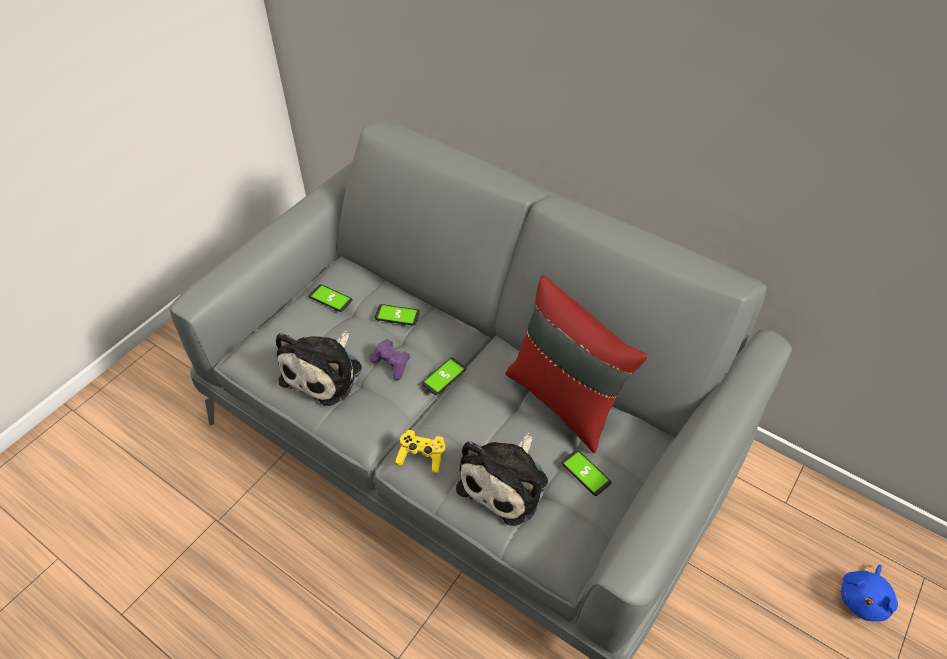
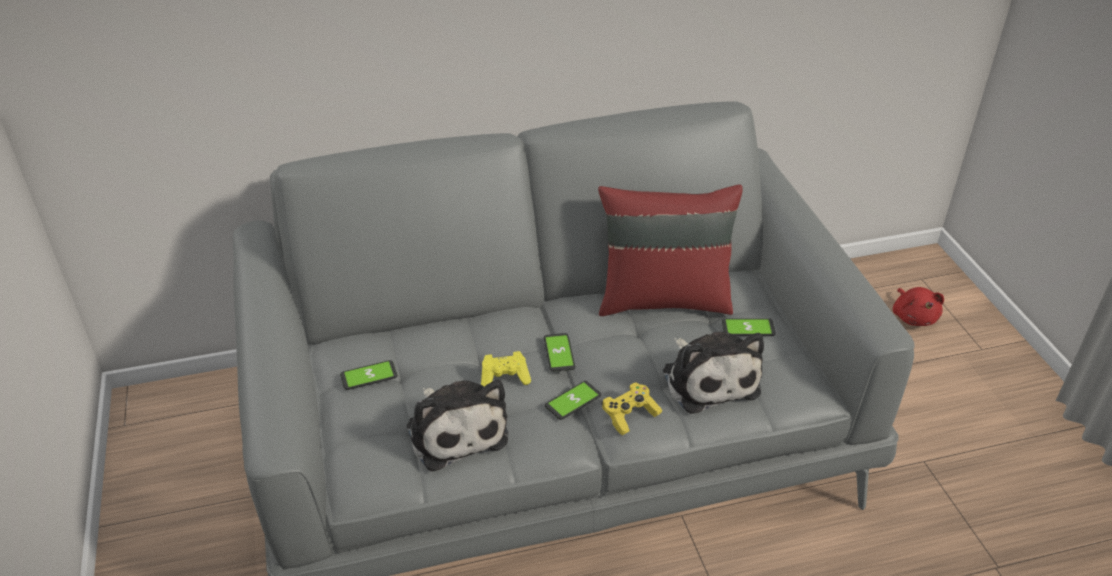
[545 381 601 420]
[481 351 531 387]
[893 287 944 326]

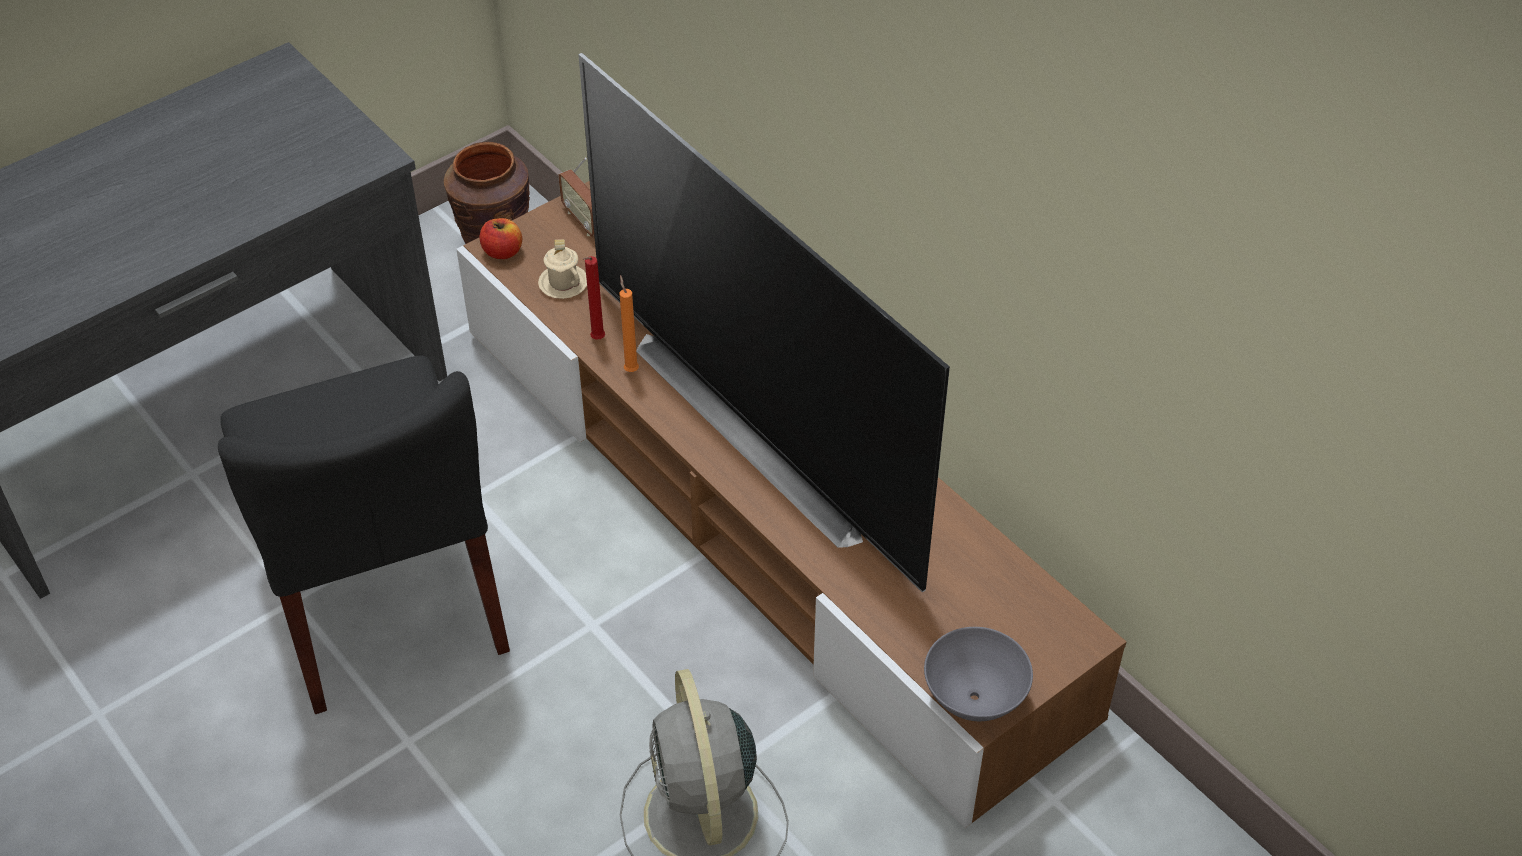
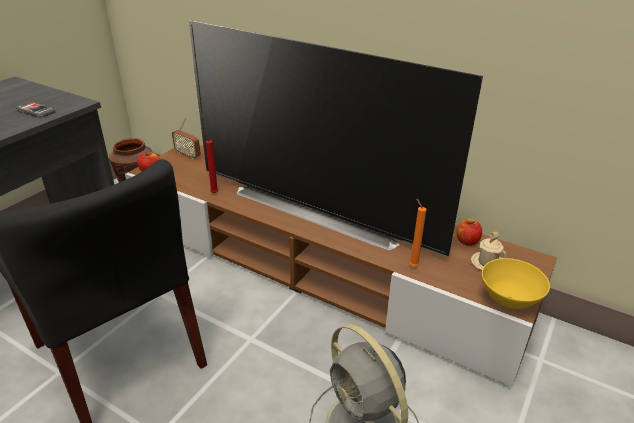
[471 231 507 270]
[410 198 426 267]
[482 258 550 309]
[16 102 56 118]
[456 219 482 246]

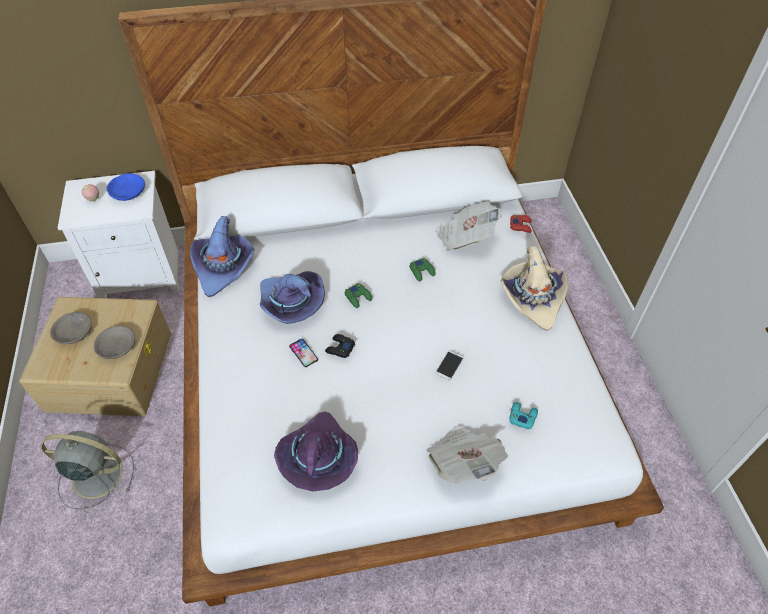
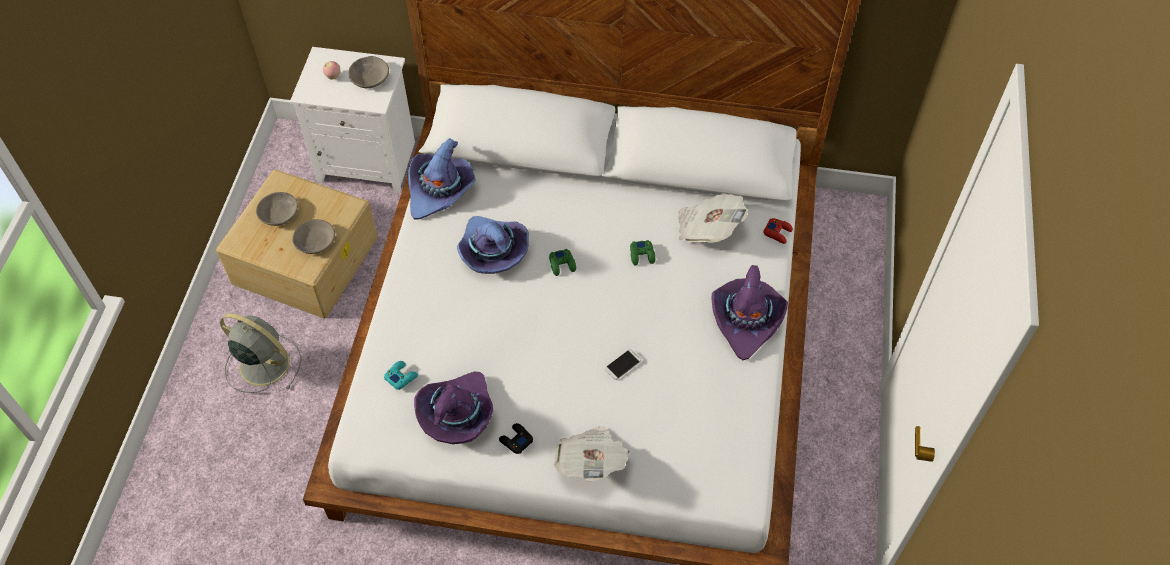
[348 56 389 88]
[711 265 788 360]
[499 423 533 454]
[289 339 318 367] (first image)
[384 361 418 390]

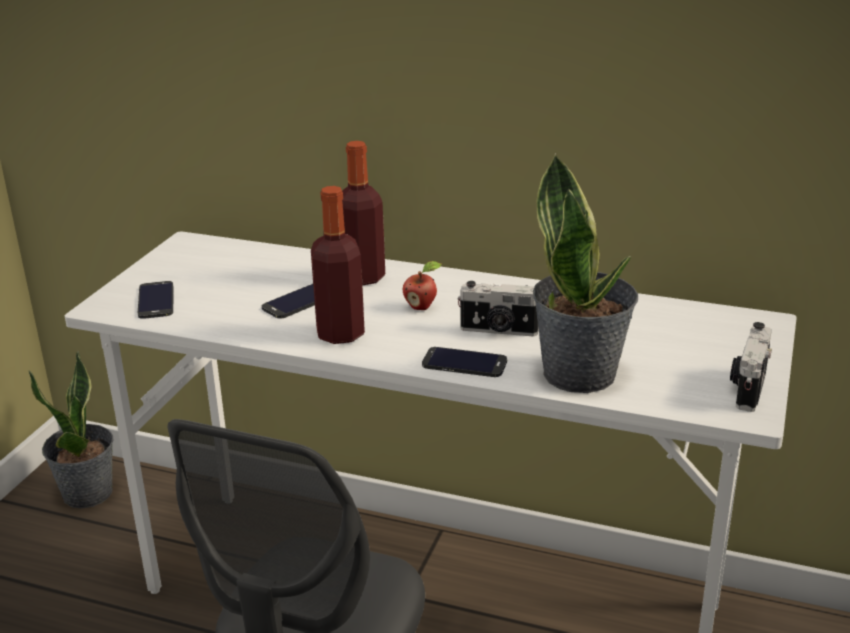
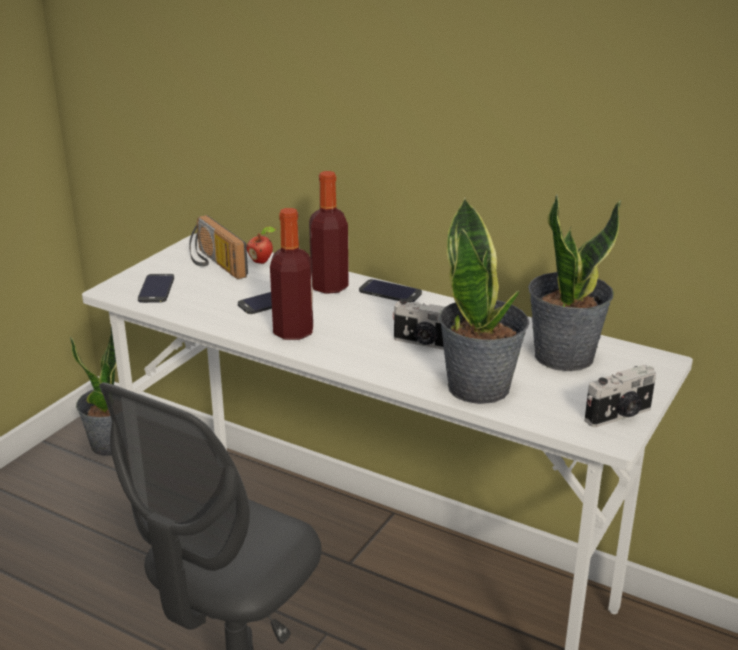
[247 226 276 264]
[585 364 656 427]
[359 279 422 302]
[528 195 621 371]
[189 215 248 279]

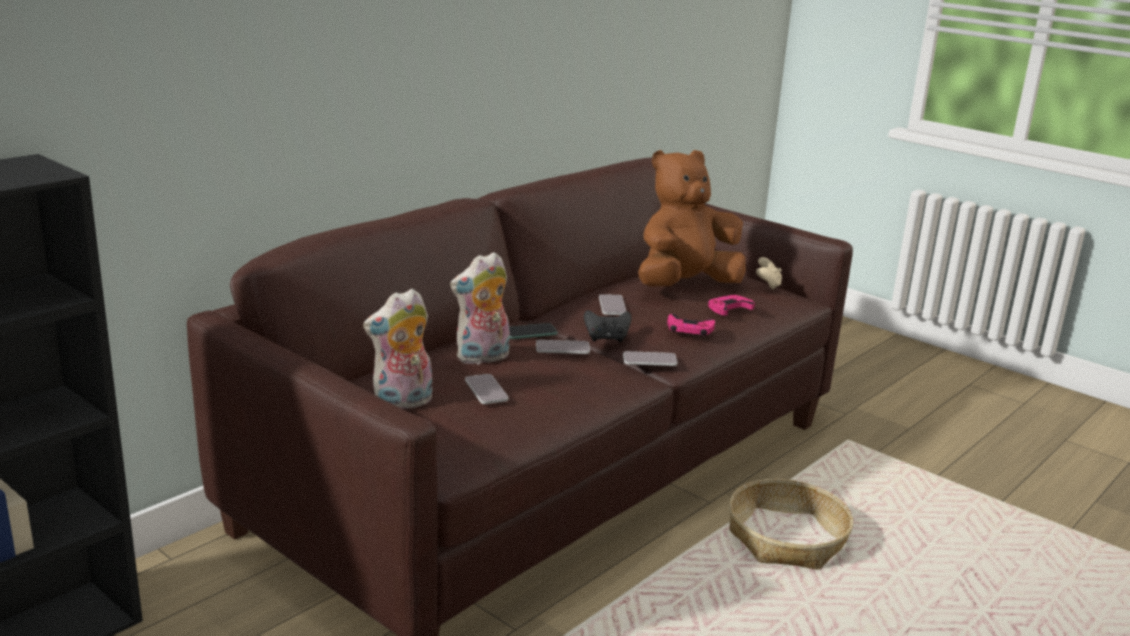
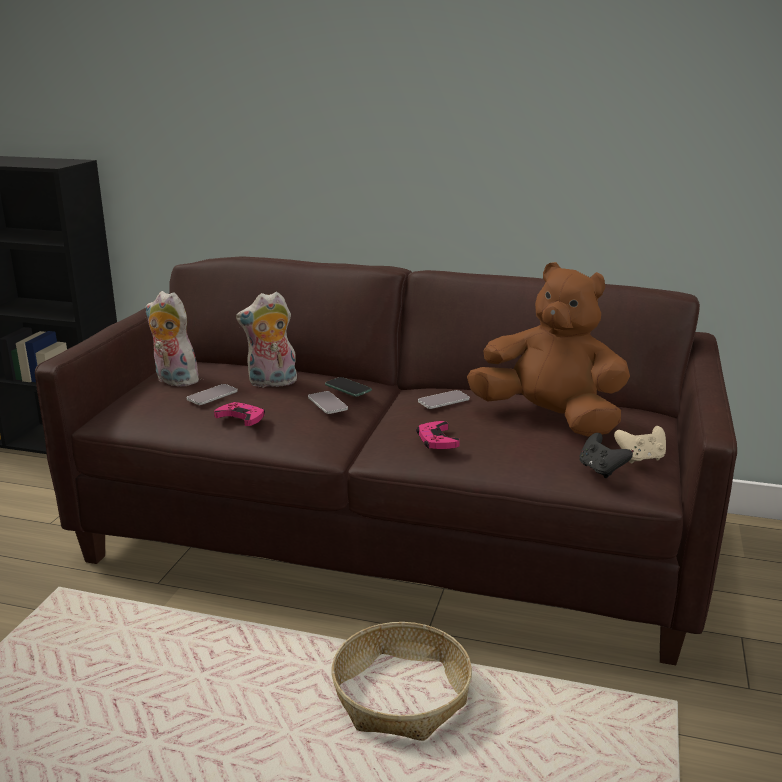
[236 292 297 388]
[214 402 265 426]
[579 433 633 478]
[623 351 678 366] (first image)

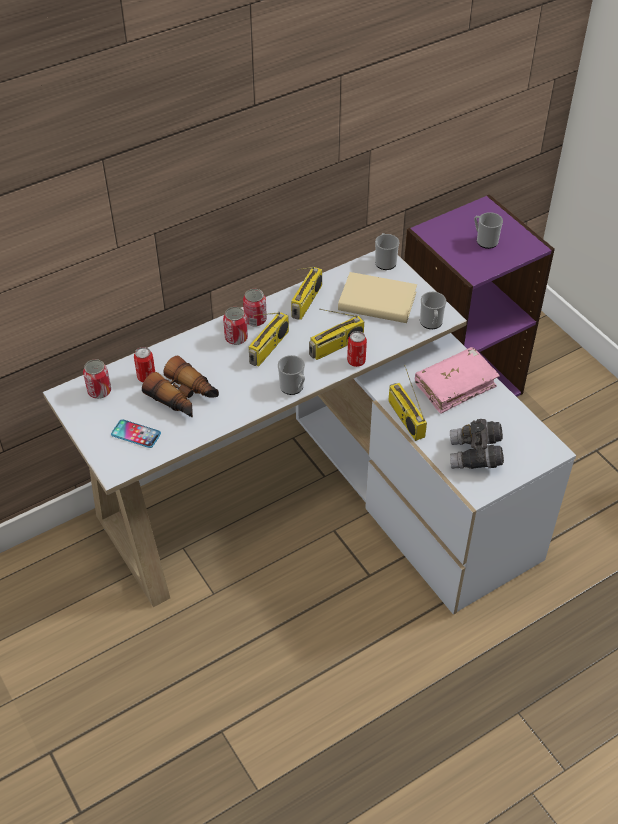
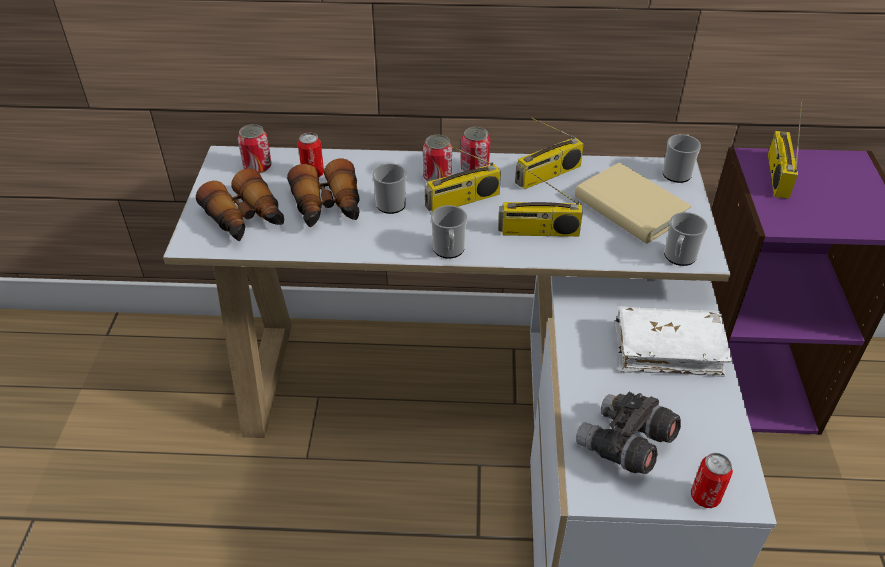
[372 163 407 214]
[691 453 733 508]
[615 306 732 377]
[768 99 803 199]
[196 168 284 241]

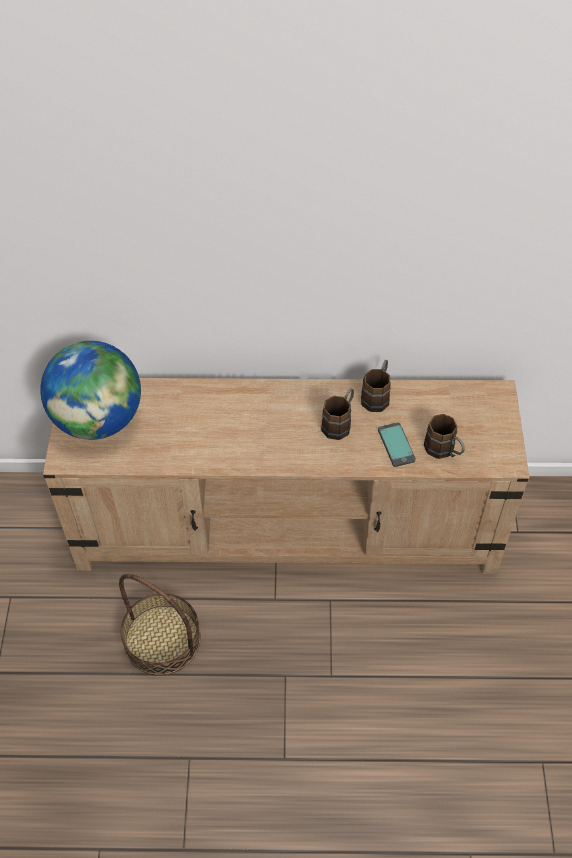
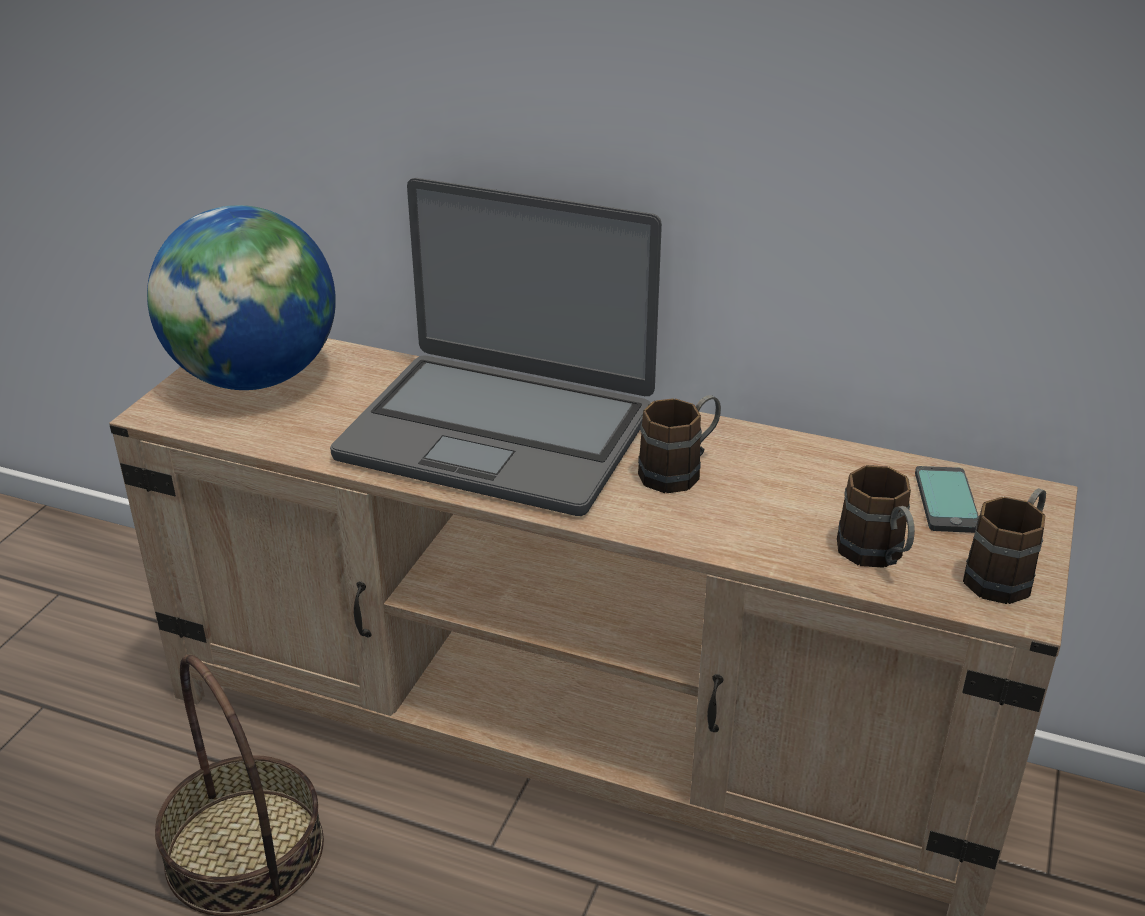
[963 488 1046 604]
[915 466 978 533]
[330 178 662 516]

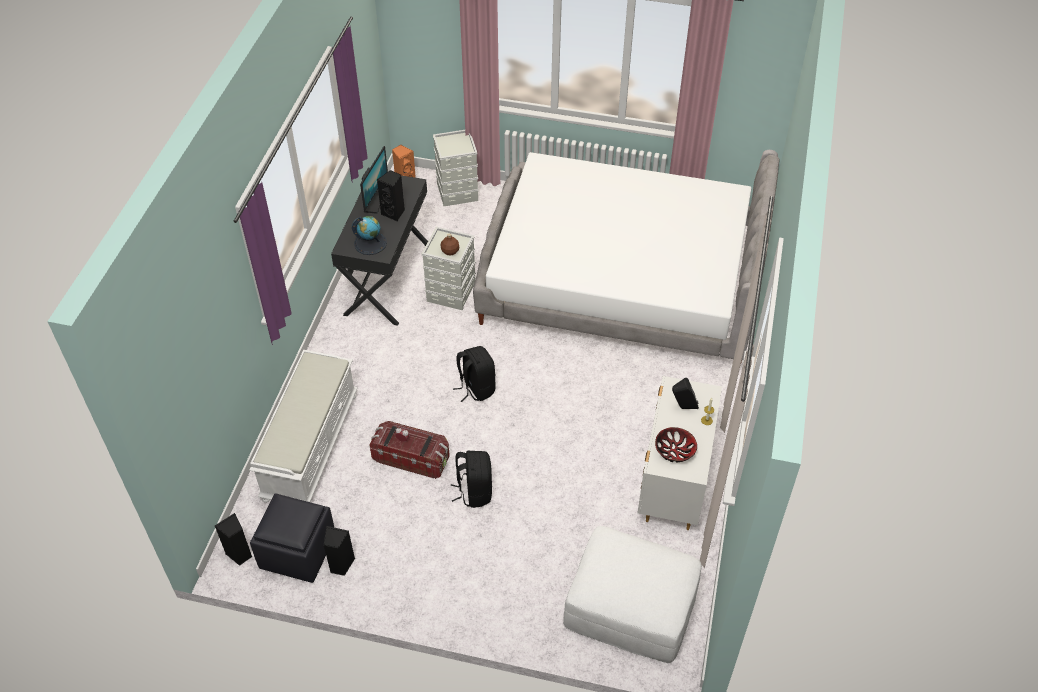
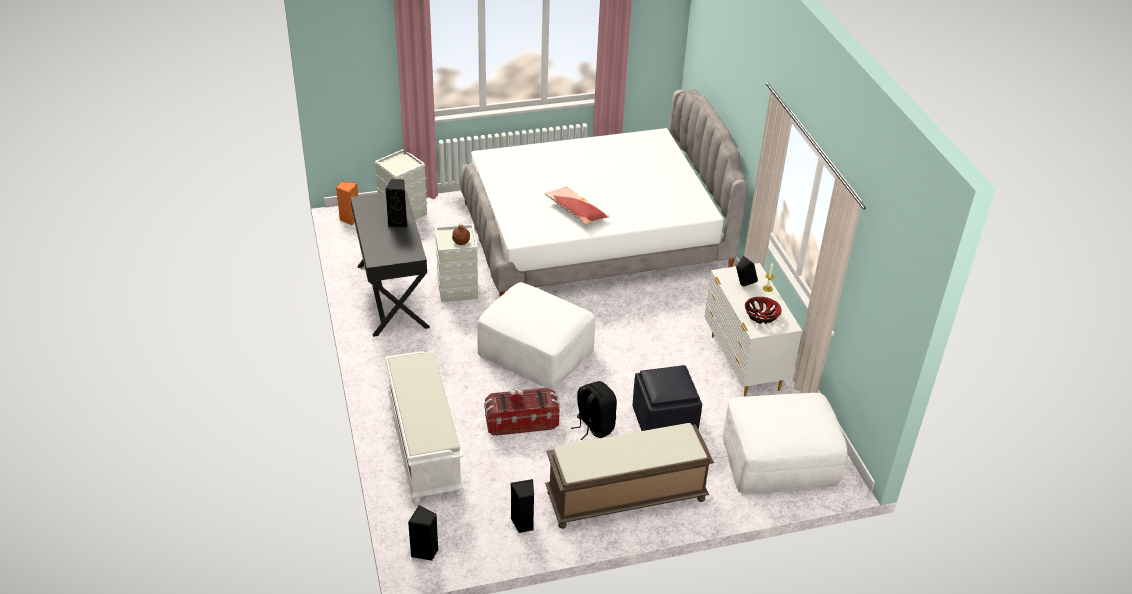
[360 146 388 214] (first image)
[352 216 387 255] (first image)
[477 282 595 389]
[633 365 702 431]
[544 187 610 224]
[545 423 714 529]

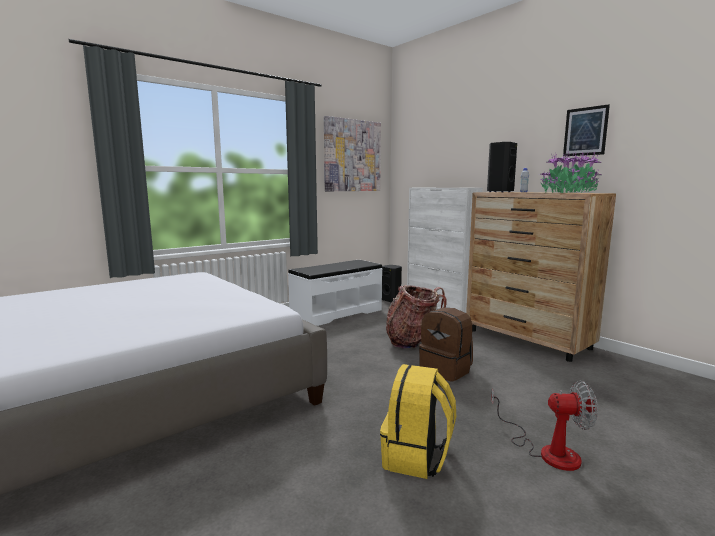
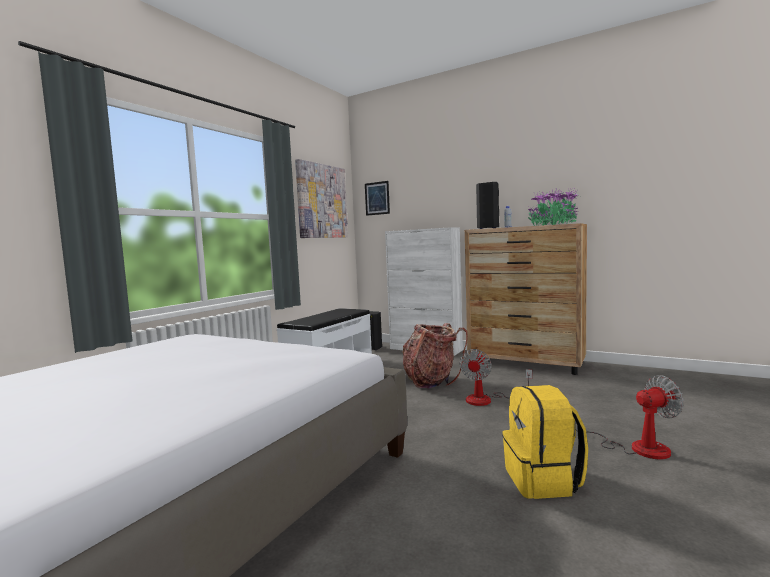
[365 181 390 216]
[459 349 532 406]

